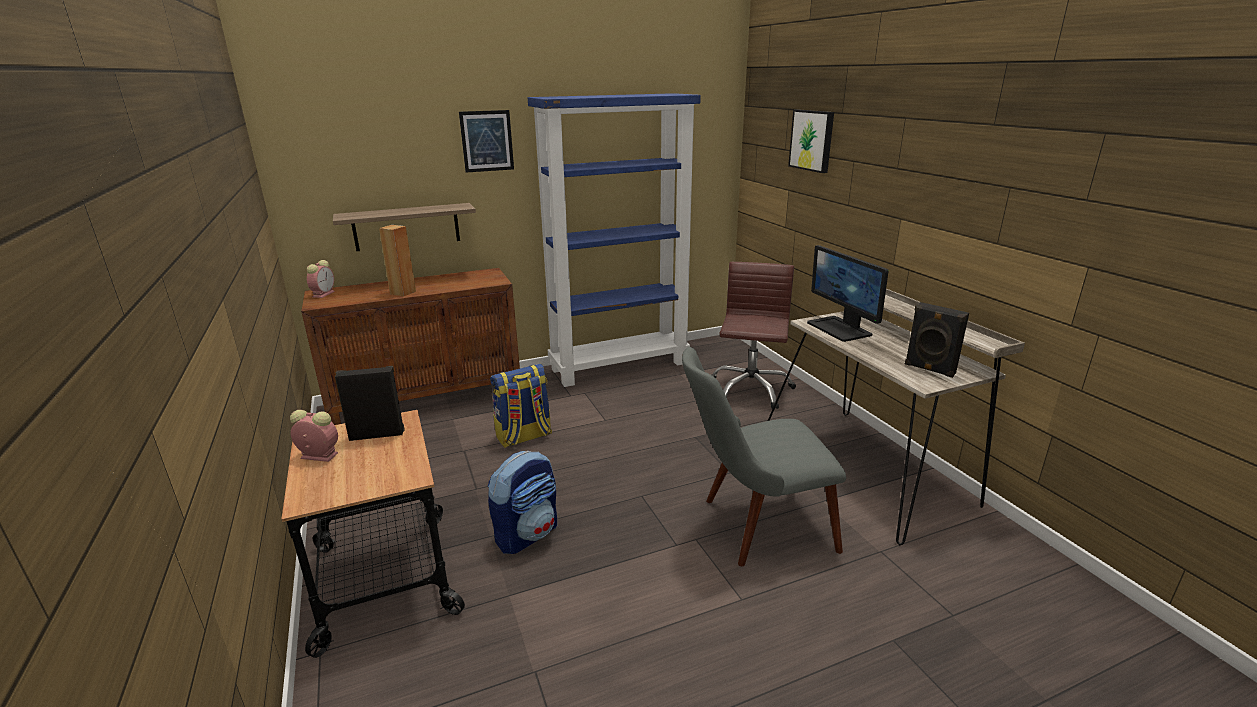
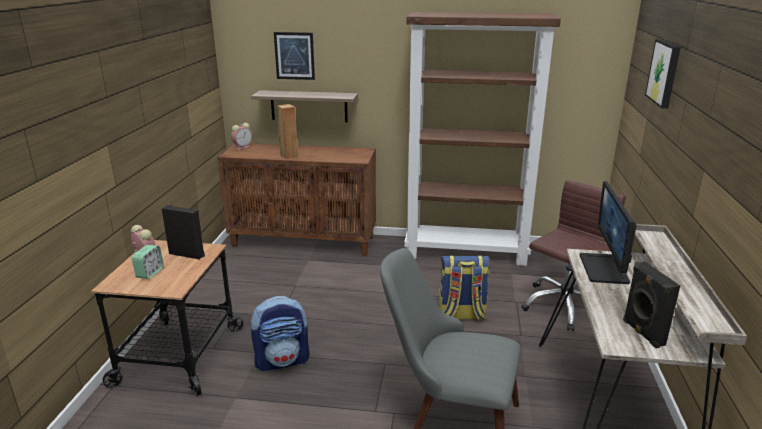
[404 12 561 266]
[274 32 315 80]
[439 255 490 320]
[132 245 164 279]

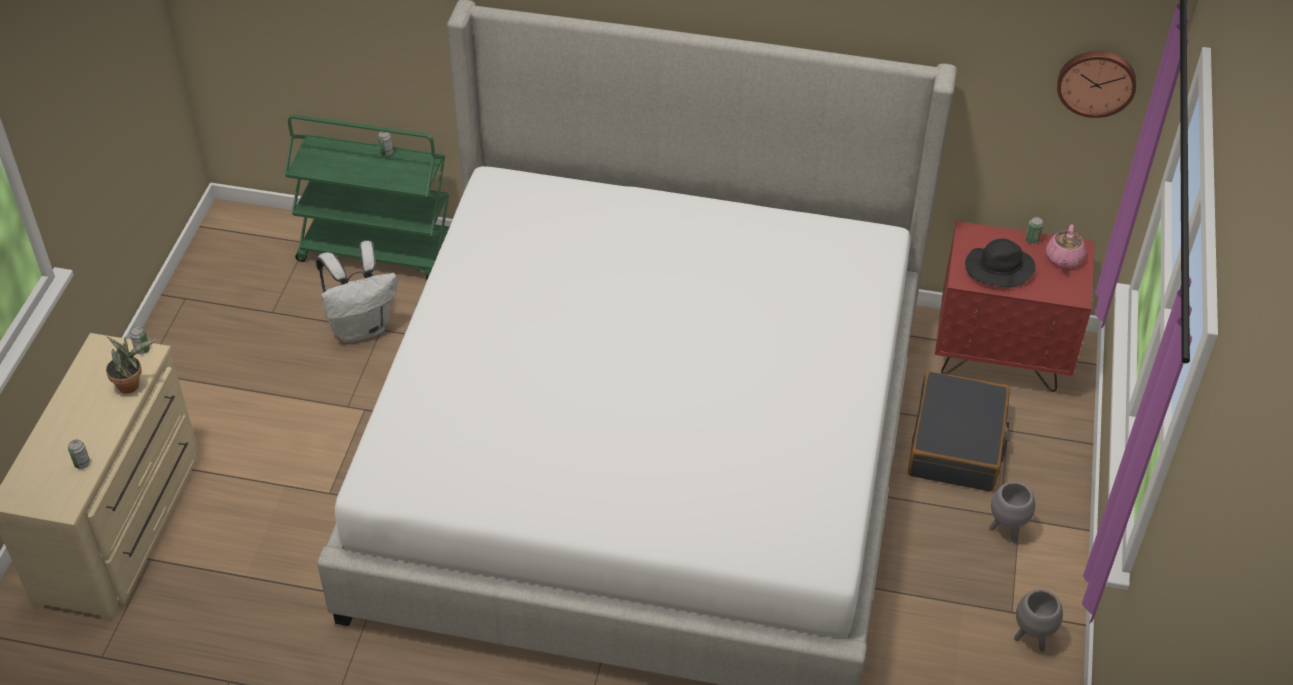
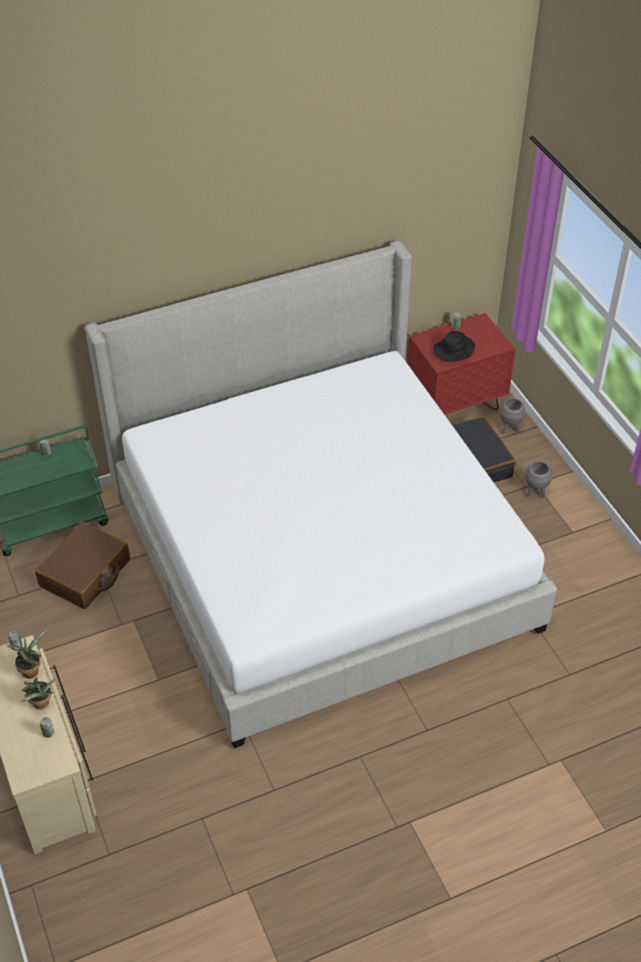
[1057 51 1136 118] (first image)
[1046 224 1086 268] (first image)
[35 522 130 609]
[500 398 525 434]
[22 677 55 709]

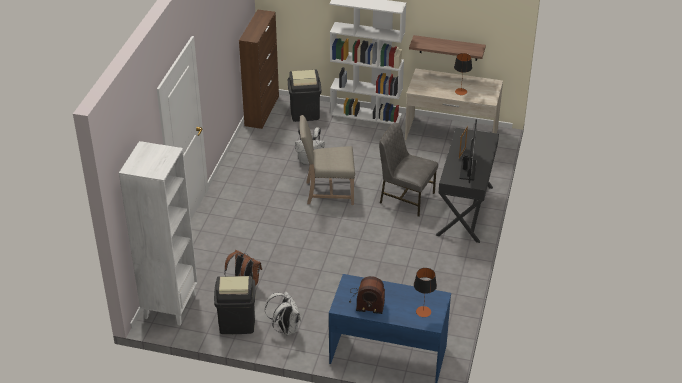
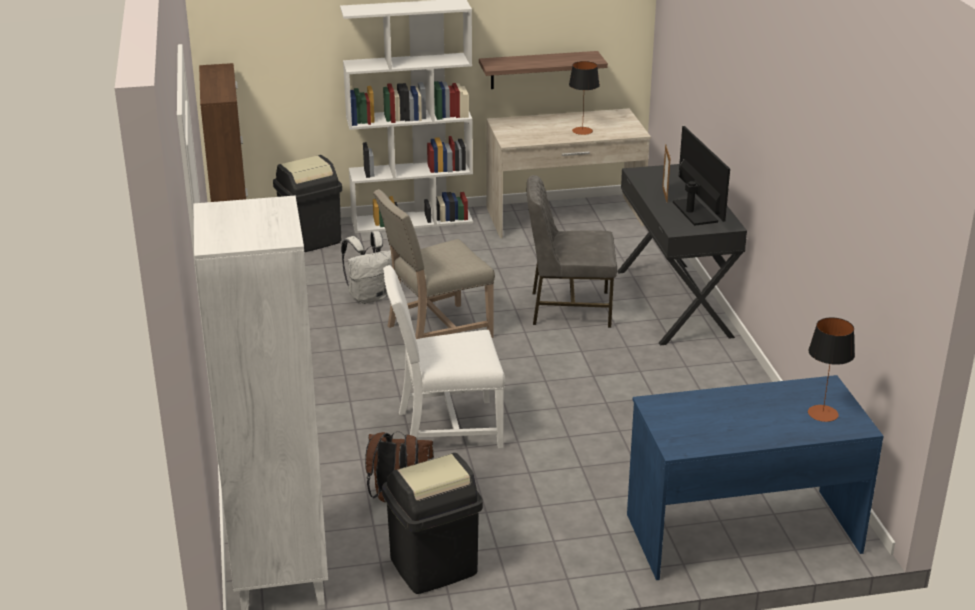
[349 276 385 314] (first image)
[265 291 301 336] (first image)
[383 265 506 448]

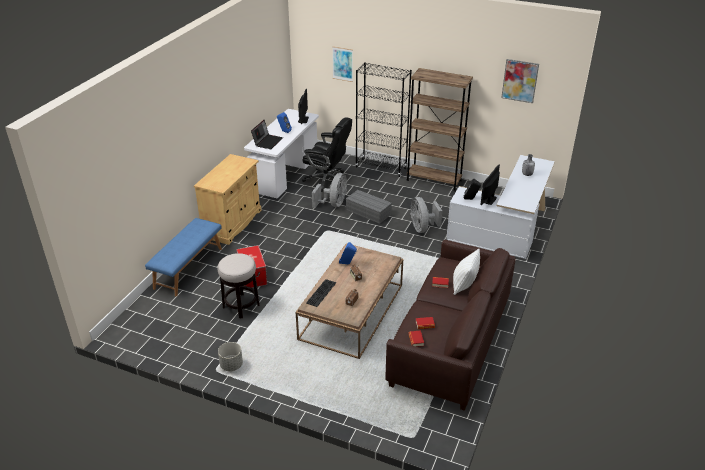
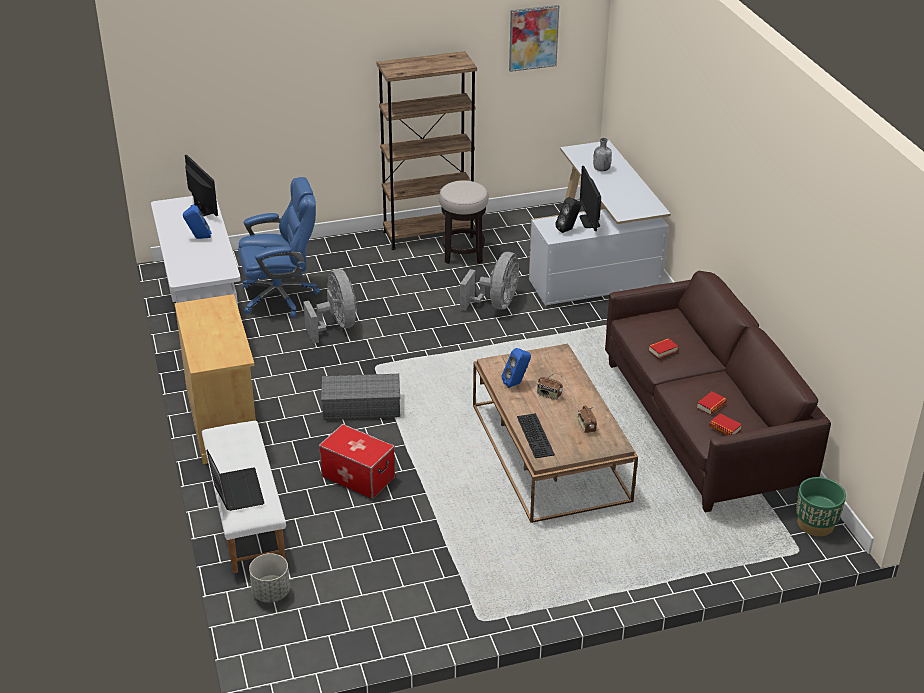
[332 46 353 82] (first image)
[355 62 412 177] (first image)
[238 177 321 317]
[206 450 264 511]
[321 374 400 420]
[460 252 519 310]
[202 421 286 573]
[453 248 480 295] (first image)
[439 180 489 264]
[249 553 290 603]
[796 477 846 536]

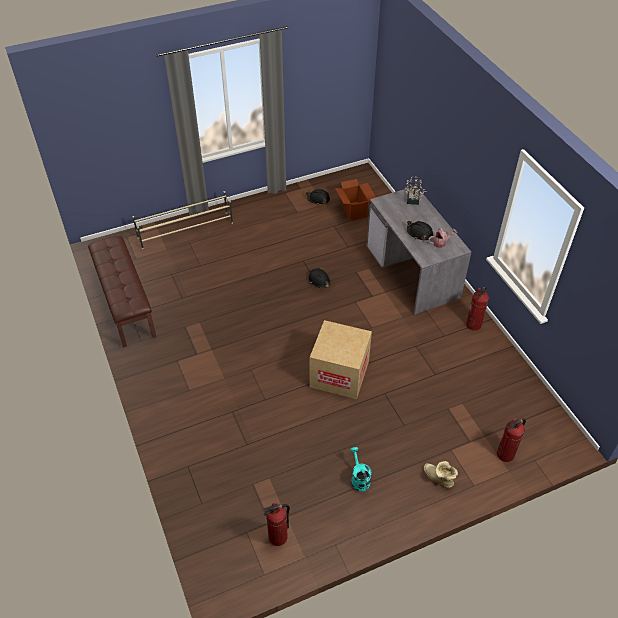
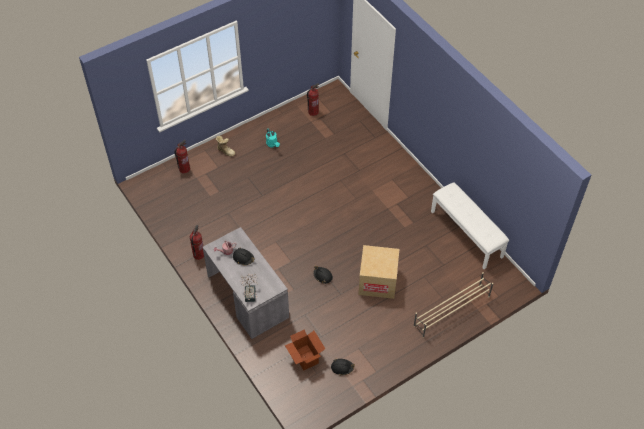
[431 183 509 269]
[358 245 399 299]

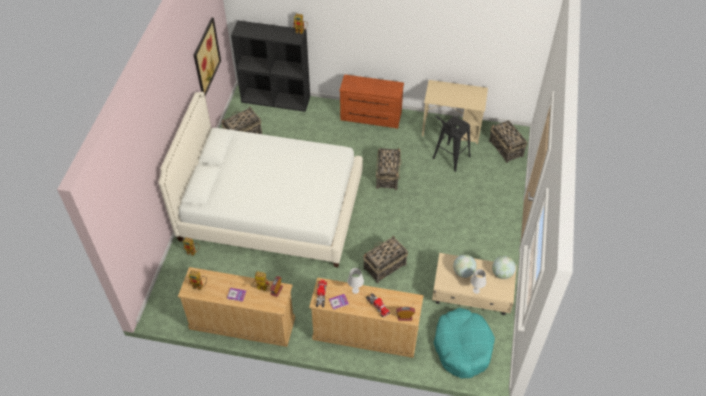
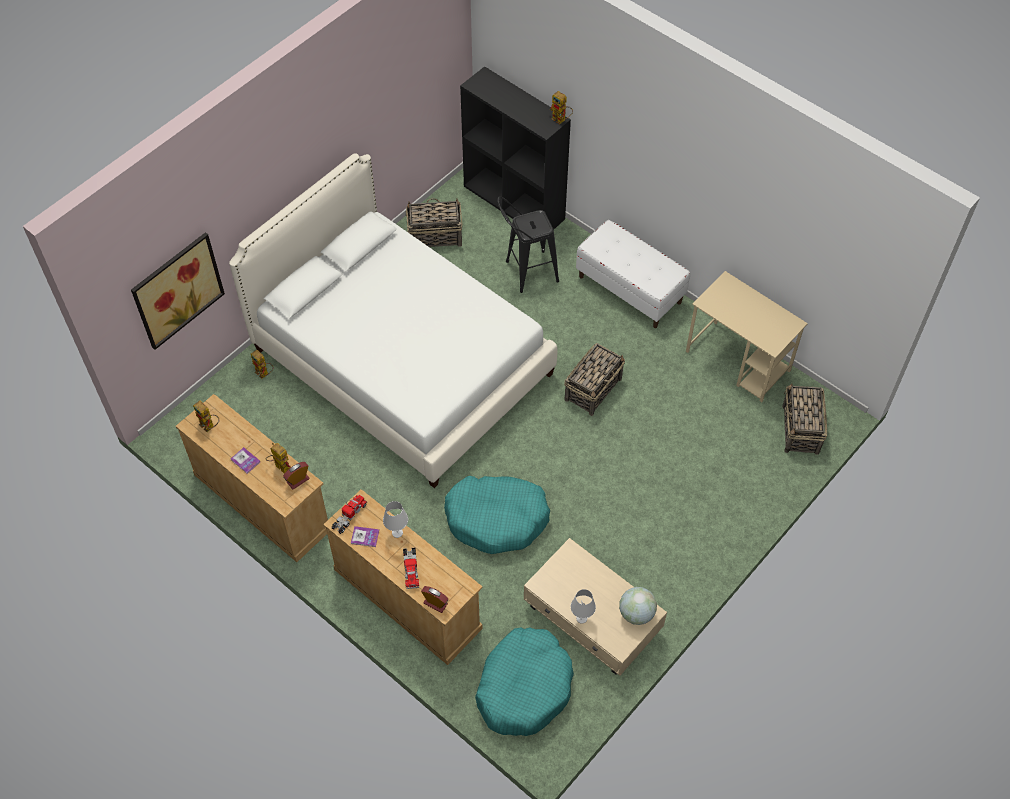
[131 232 225 350]
[576 220 690 328]
[497 196 559 293]
[444 476 550 554]
[453 254 477 278] (first image)

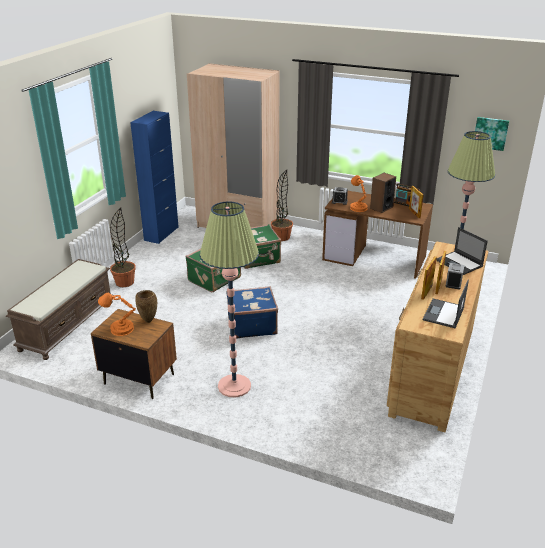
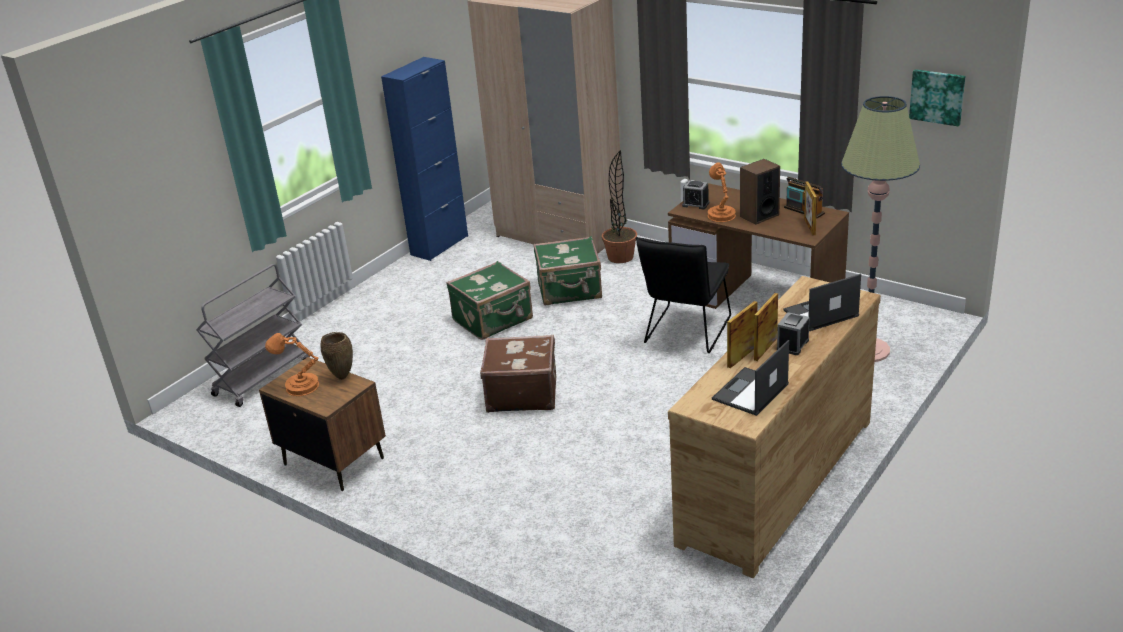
[200 201 259 397] (first image)
[110 208 136 287] (first image)
[783 274 861 331]
[196 264 309 407]
[480 335 556 413]
[636 237 731 353]

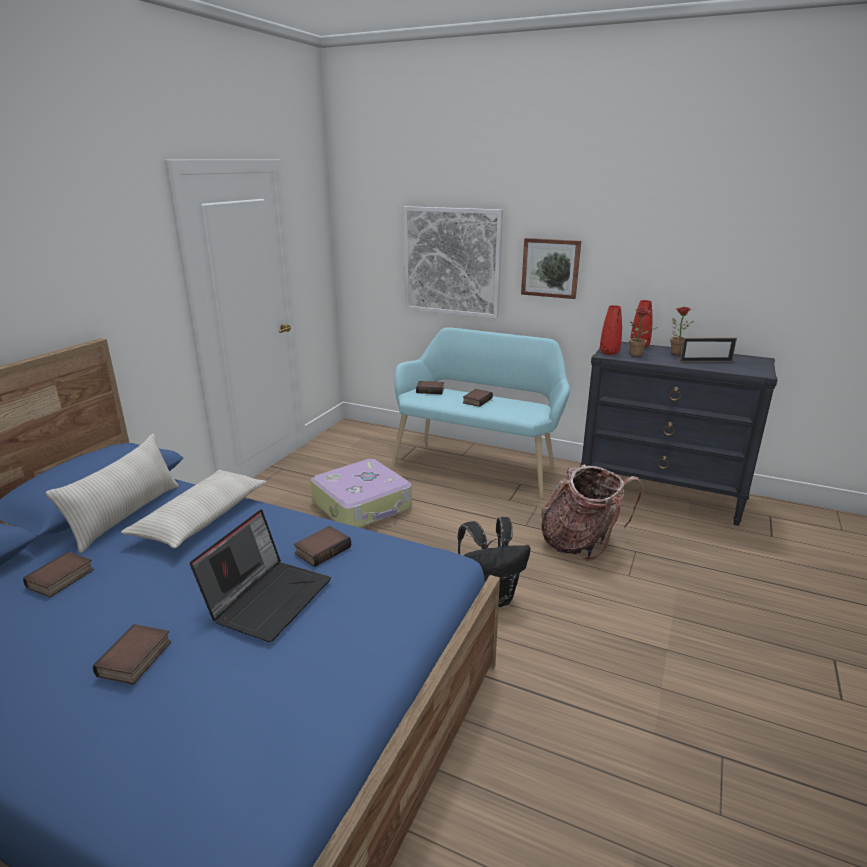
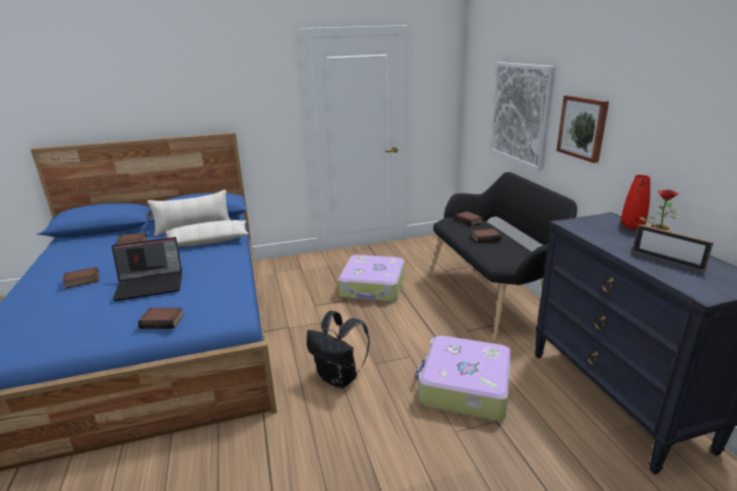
[600 305 622 355] (first image)
[629 308 658 356] (first image)
[430 172 577 342]
[415 336 511 421]
[138 308 184 329]

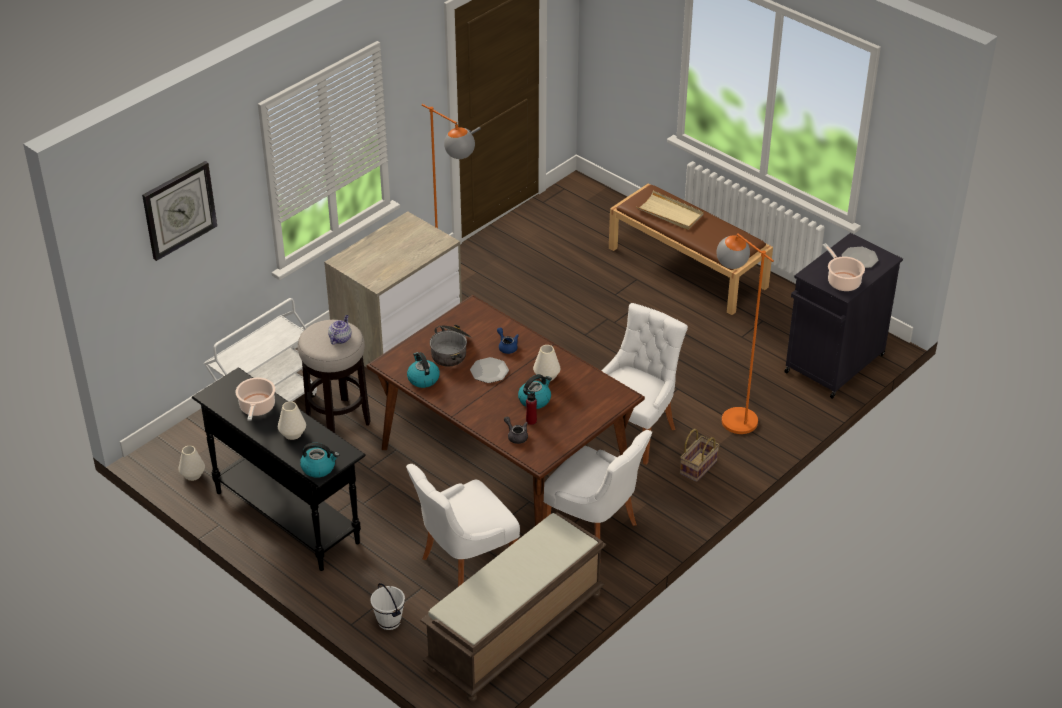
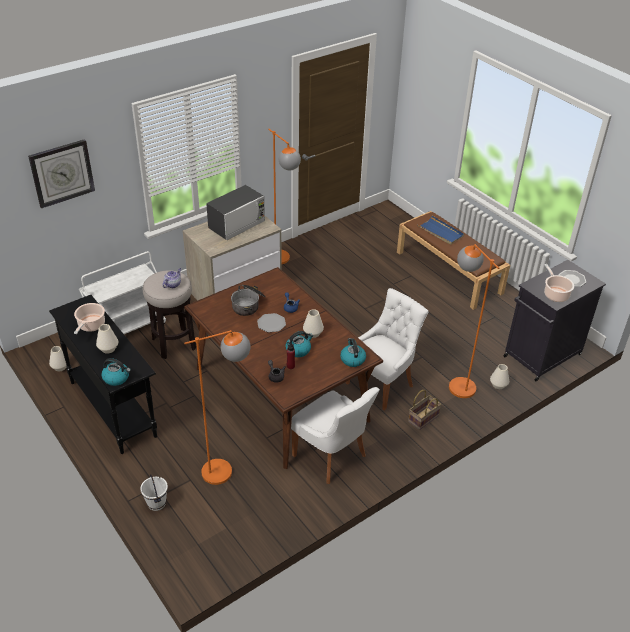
[417 216 464 245]
[340 338 366 367]
[184 330 251 485]
[420 512 606 702] (first image)
[206 185 265 240]
[490 364 509 389]

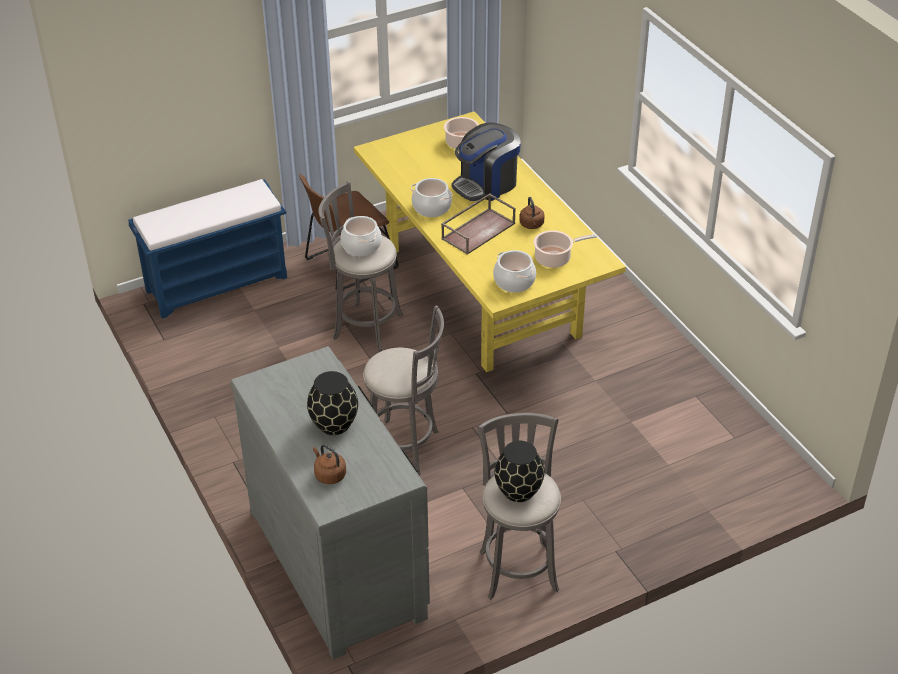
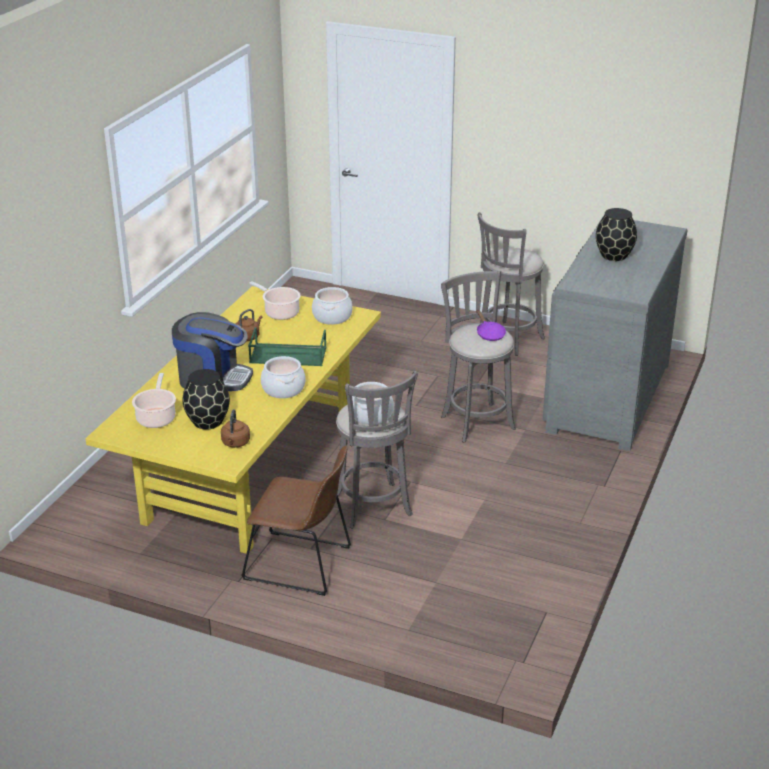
[128 179 287 319] (first image)
[248 327 327 366]
[183 369 230 430]
[221 409 250 448]
[476 309 506 341]

